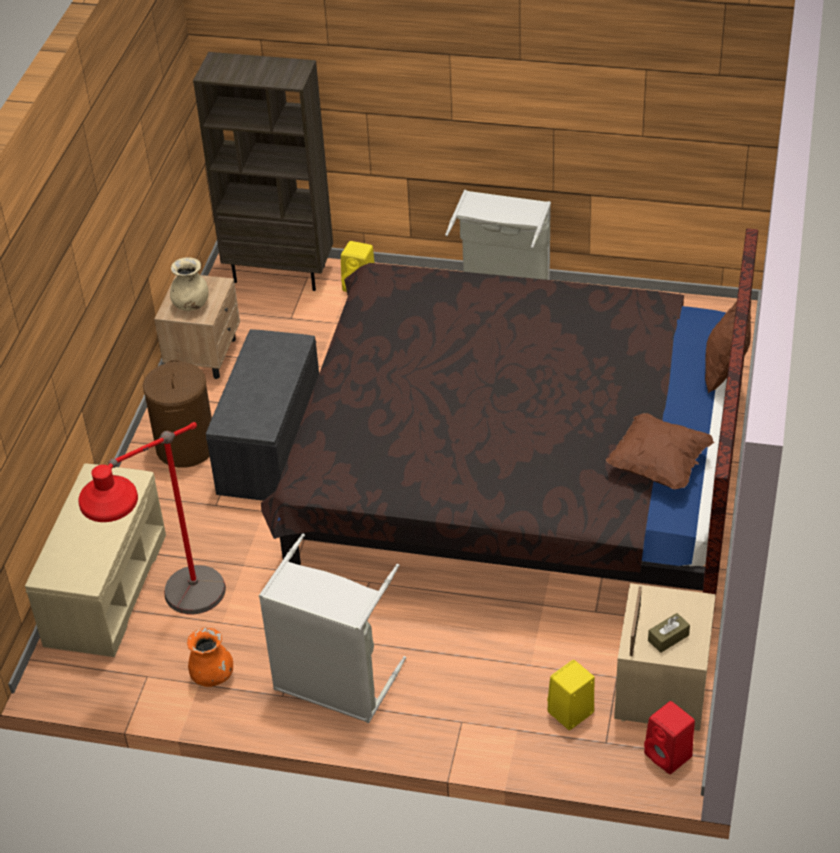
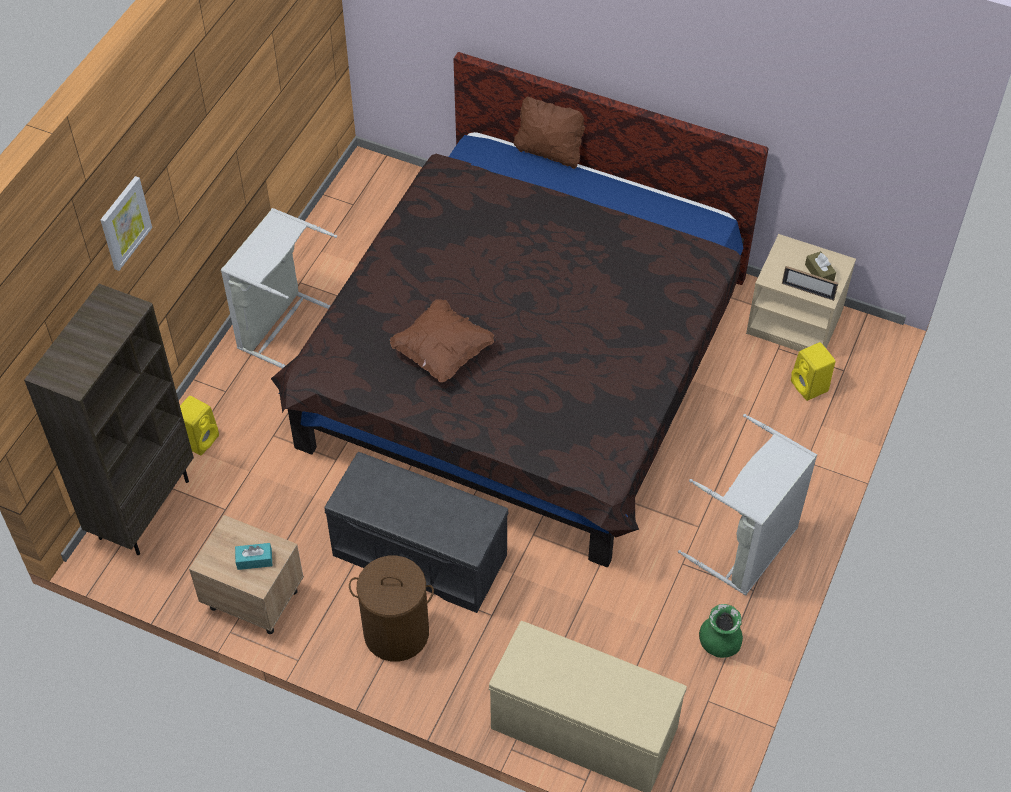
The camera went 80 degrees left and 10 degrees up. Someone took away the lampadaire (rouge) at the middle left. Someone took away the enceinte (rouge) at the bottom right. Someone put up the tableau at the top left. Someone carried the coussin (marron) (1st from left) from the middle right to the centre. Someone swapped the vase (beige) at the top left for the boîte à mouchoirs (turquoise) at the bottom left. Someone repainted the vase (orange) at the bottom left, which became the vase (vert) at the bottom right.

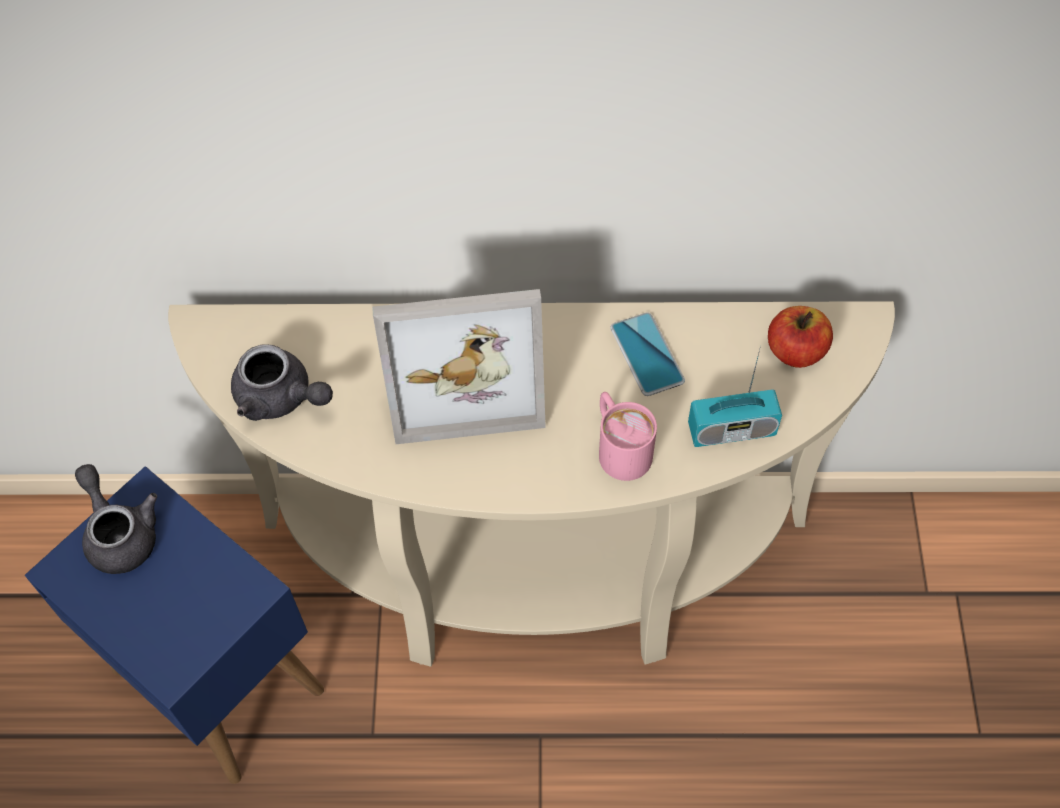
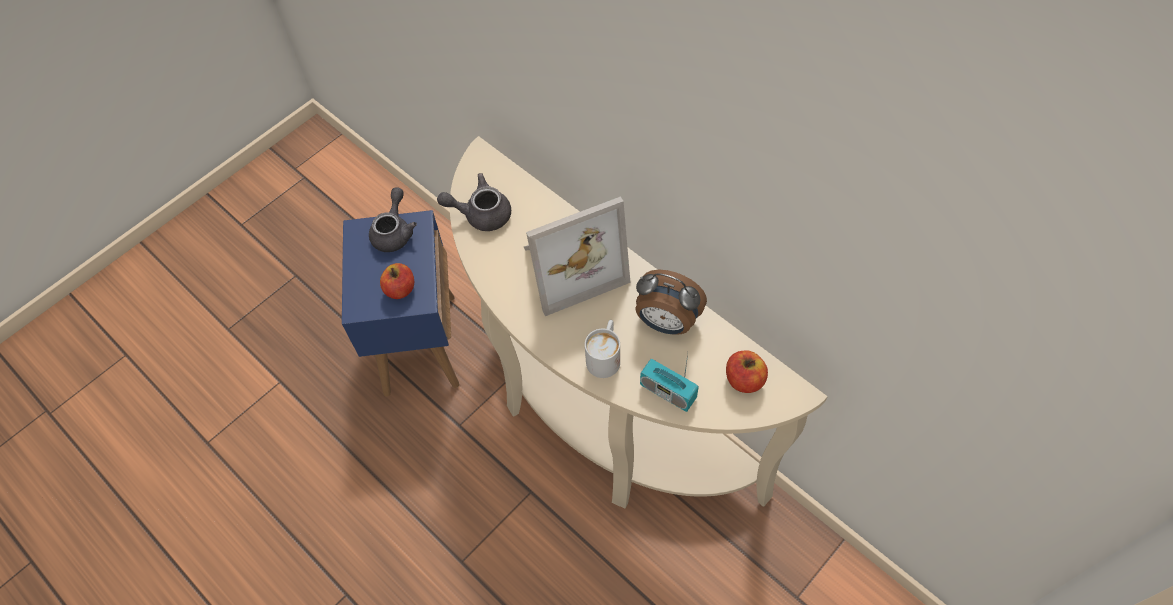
The camera went 45 degrees right and 0 degrees up. Someone put down the pomme (1st from left) at the centre. Someone swapped the téléphone at the centre for the réveil at the centre. Someone repainted the mug (rose) at the centre, which became the mug (blanc) at the centre. Someone rotated the théière (gris) (2nd from left) at the middle left by 105 degrees clockwise. Someone rotated the cadre photo at the centre by 60 degrees counterclockwise.

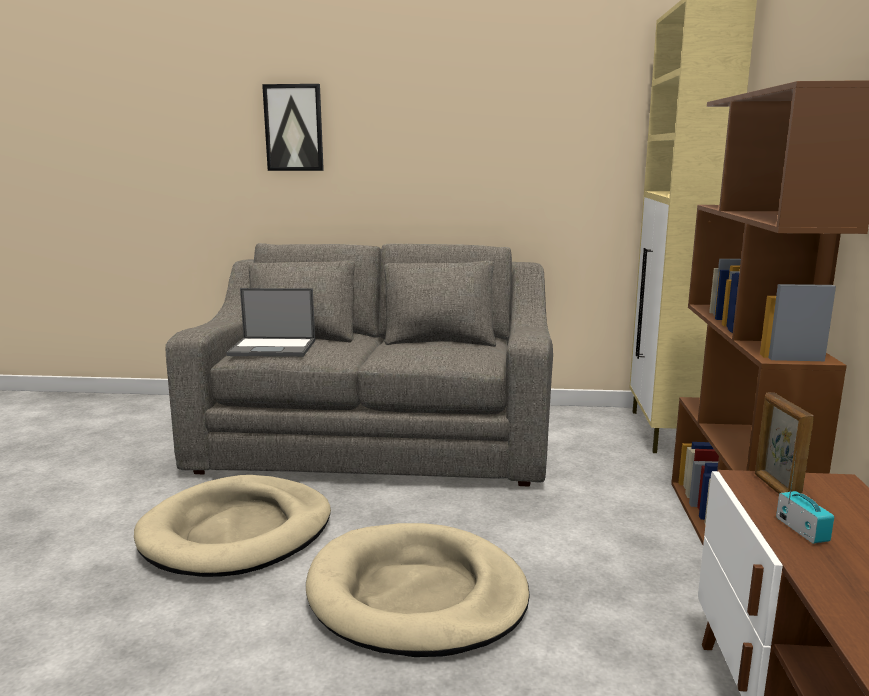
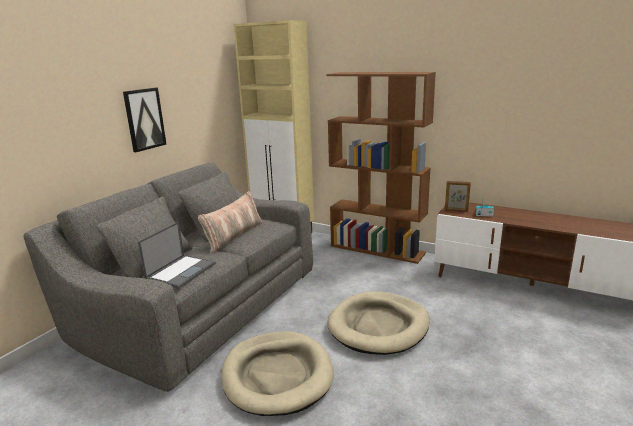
The camera went 65 degrees left and 5 degrees up. Someone put down the coussin at the centre. Someone carried the tableau from the top centre to the top left.

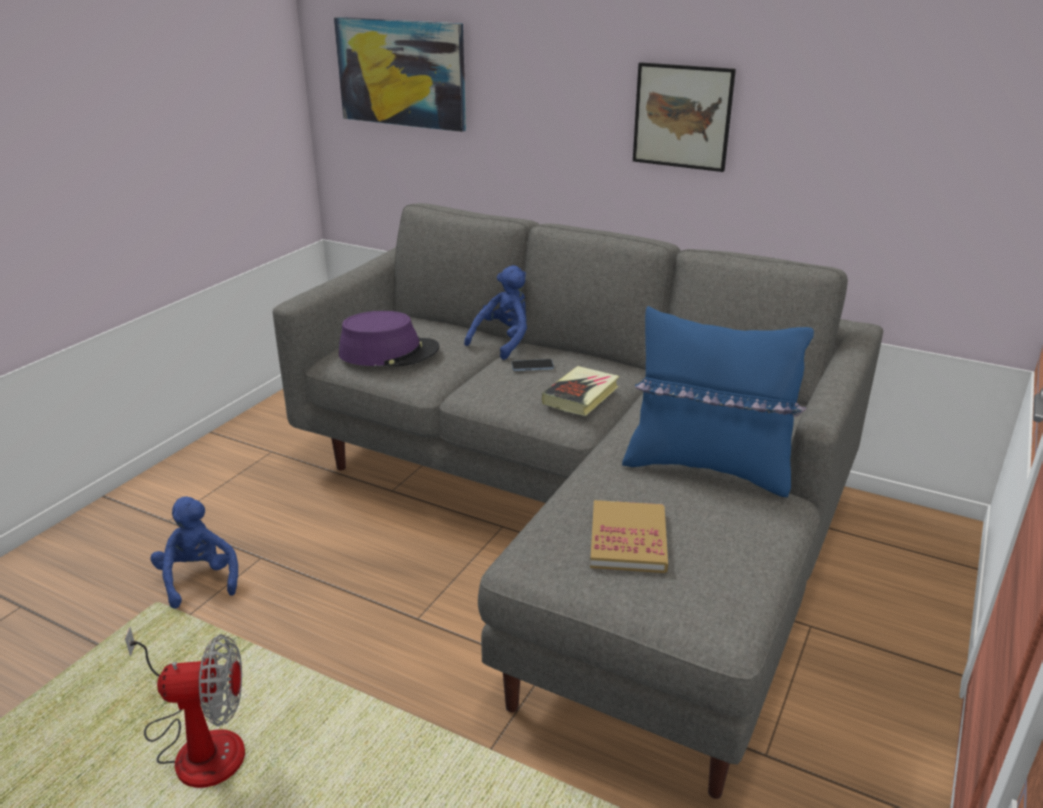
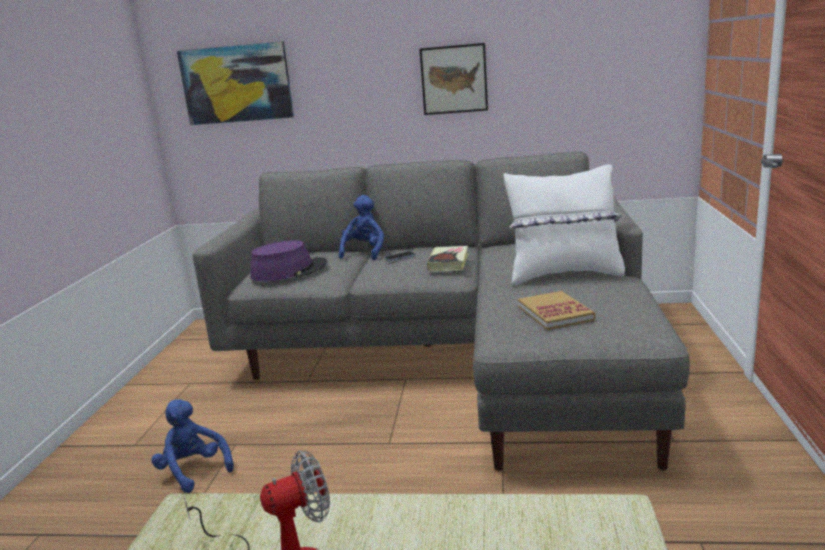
The camera went 20 degrees left and 10 degrees down. Someone repainted the coussin (bleu) at the middle right, which became the coussin (blanc) at the middle right.

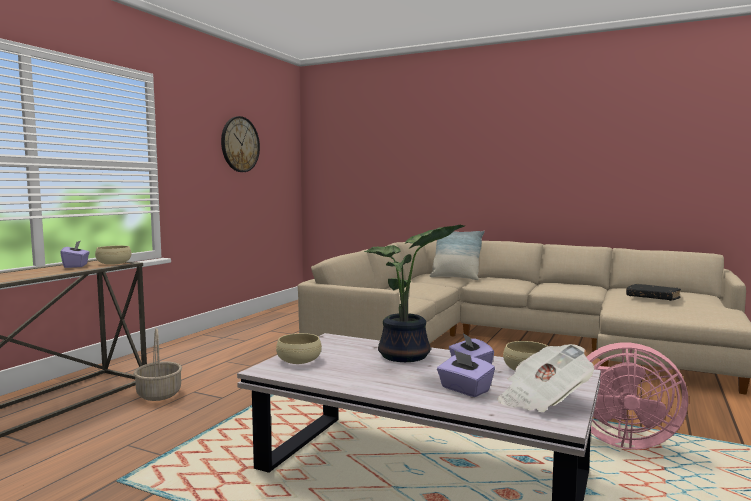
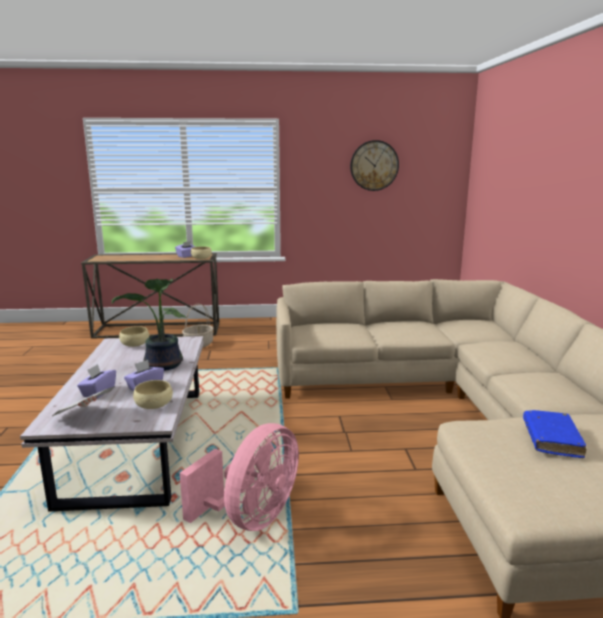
The camera went 60 degrees right and 10 degrees up. Someone took away the coussin at the centre. Someone repainted the livre (noir) at the middle right, which became the livre (bleu) at the bottom right. Someone rotated the ventilateur (rose) at the bottom right by 135 degrees counterclockwise.

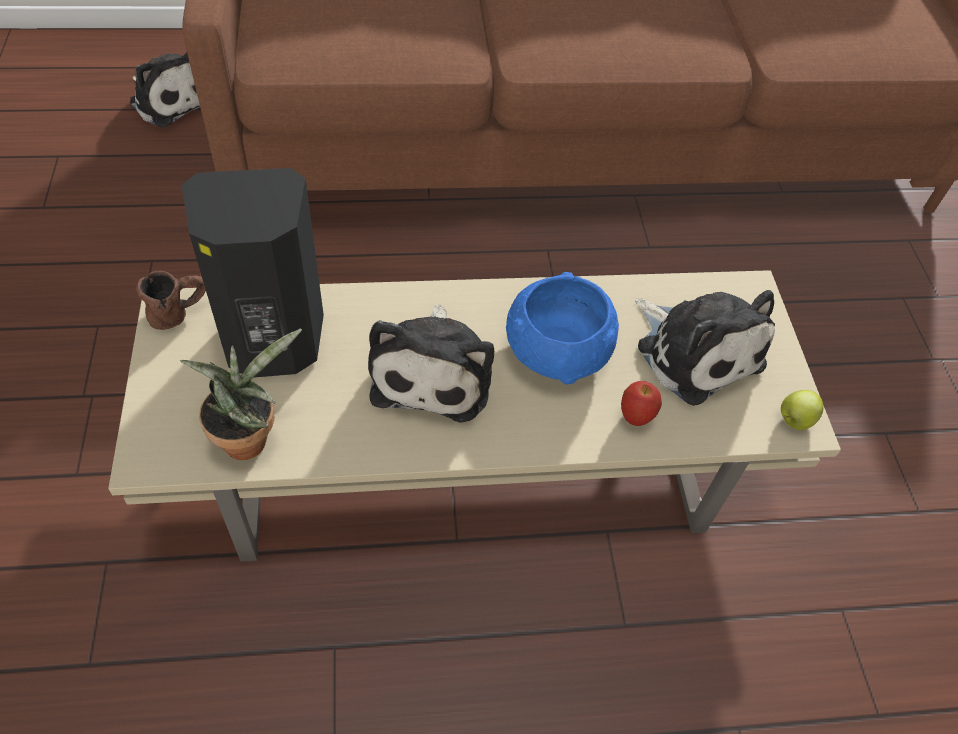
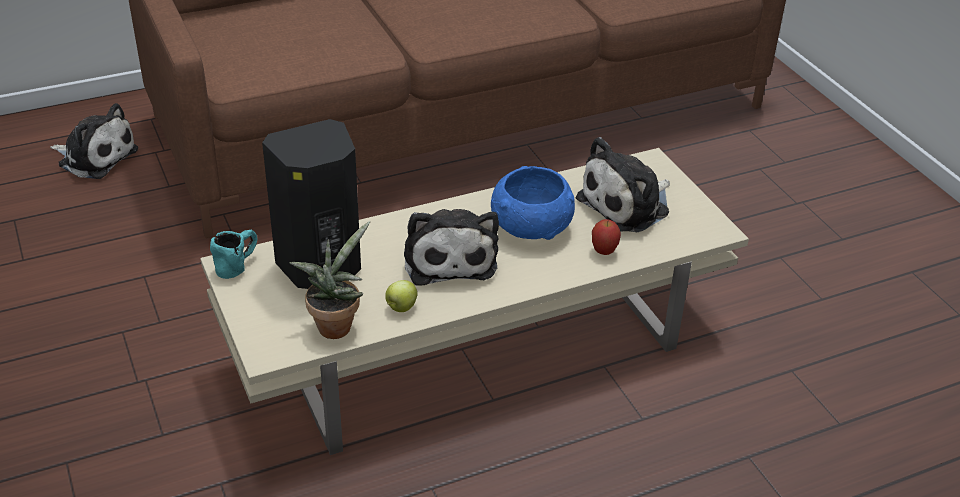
The camera went 15 degrees left and 15 degrees down. Someone carried the pomme (2nd from left in the first image) from the middle right to the centre. Someone repainted the mug (marron) at the middle left, which became the mug (turquoise) at the middle left. Someone rotated the peluche (3rd from left) at the middle right by 105 degrees clockwise.

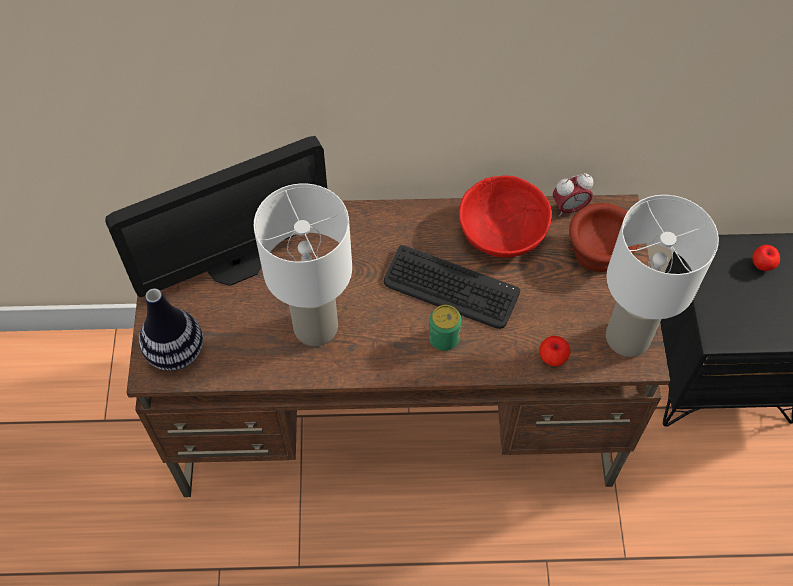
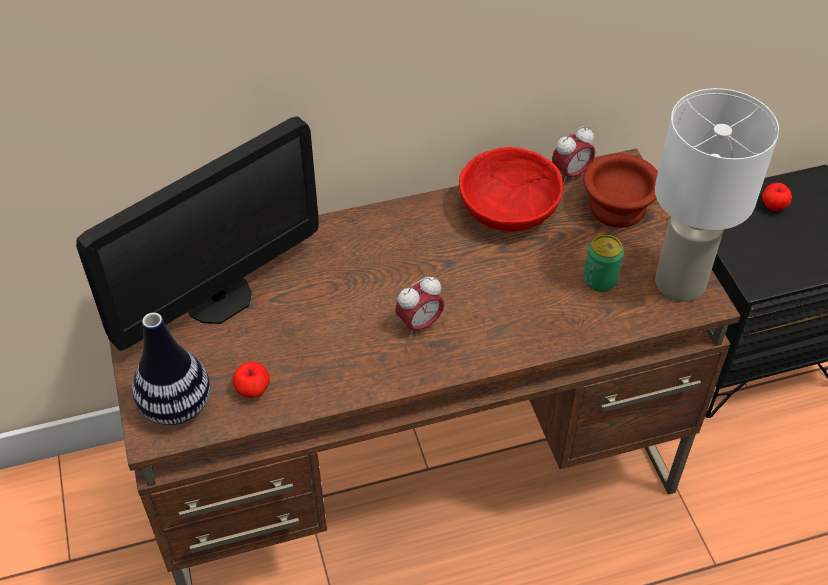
The camera went 15 degrees left and 10 degrees down. Someone took away the lampe de table (blanc) (1st from left) at the centre. Someone took away the clavier at the centre. Someone put down the réveil (1st from left) at the centre. Someone carried the boîte métallique from the centre to the middle right. Someone carried the pomme (1st from left) from the middle right to the middle left.

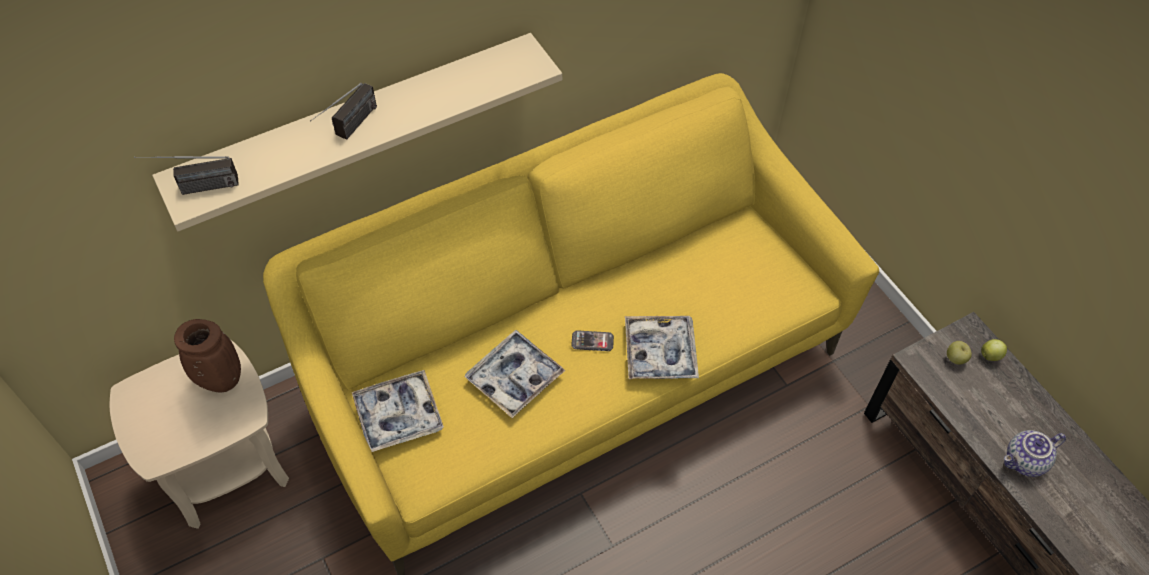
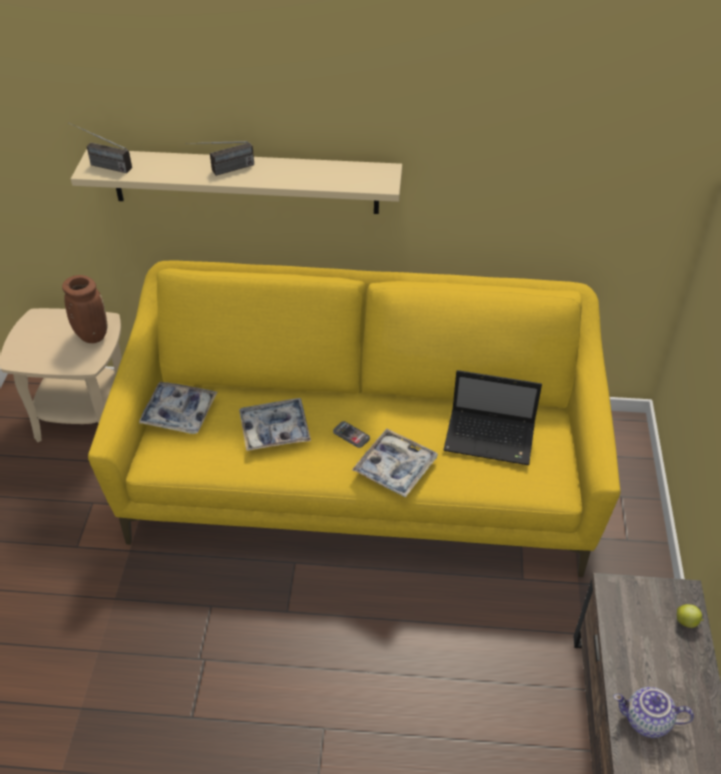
The camera went 35 degrees right and 10 degrees down. Someone took away the pomme (1st from left) at the middle right. Someone put down the ordinateur portable at the middle right.

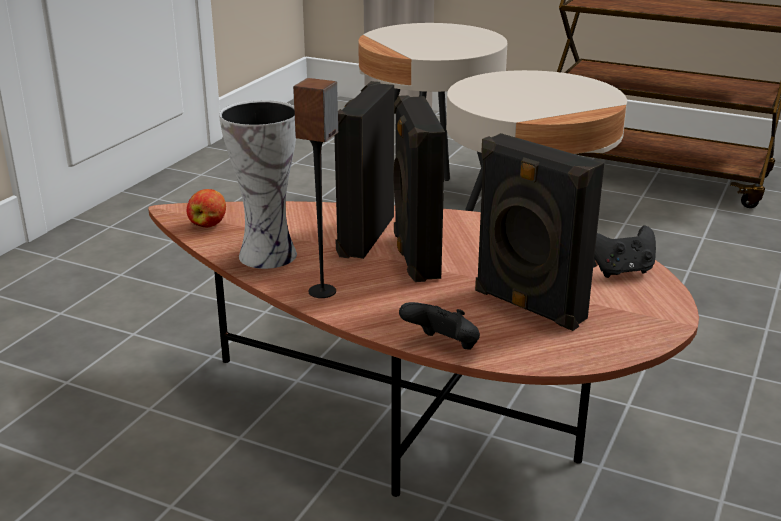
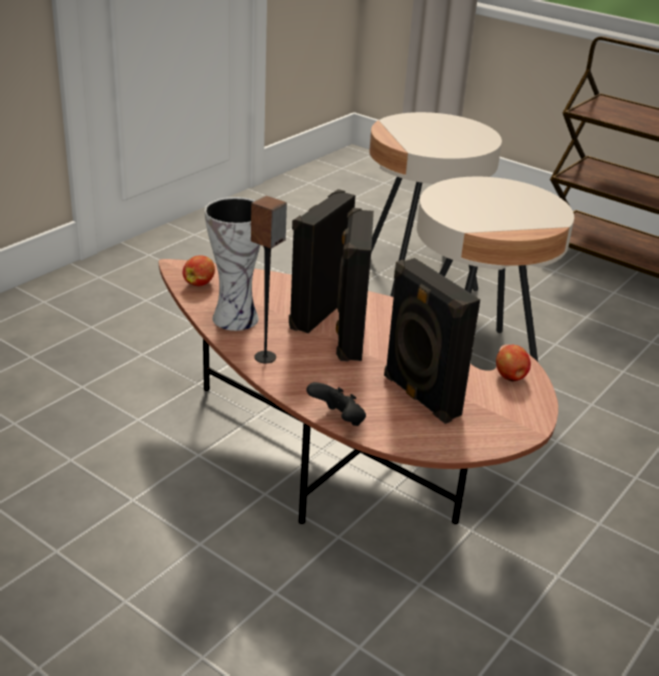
The camera went 10 degrees right and 5 degrees up. Someone swapped the manette (noir) (2nd from left) at the middle right for the pomme (2nd from left) at the middle right.

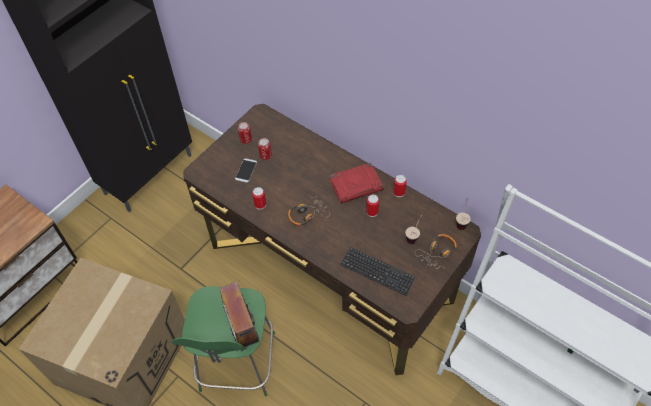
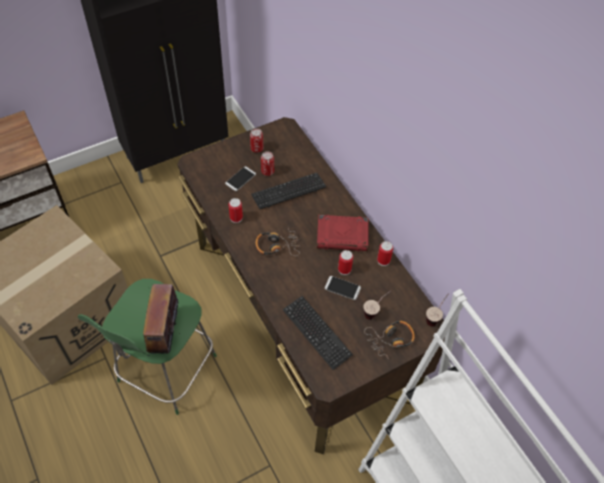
The camera went 20 degrees right and 0 degrees up. Someone put down the clavier (1st from left) at the centre. Someone put down the téléphone (2nd from left) at the centre.

